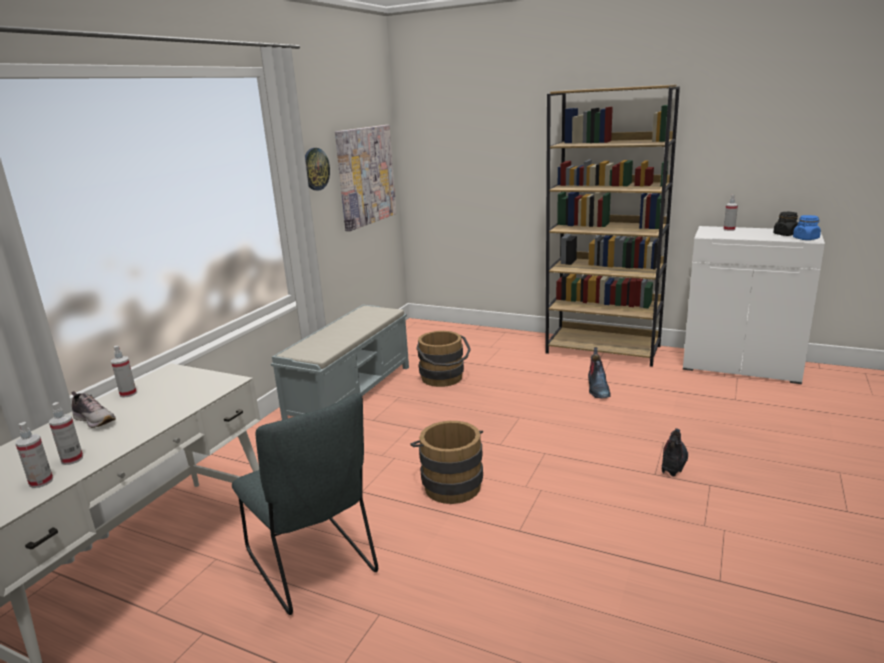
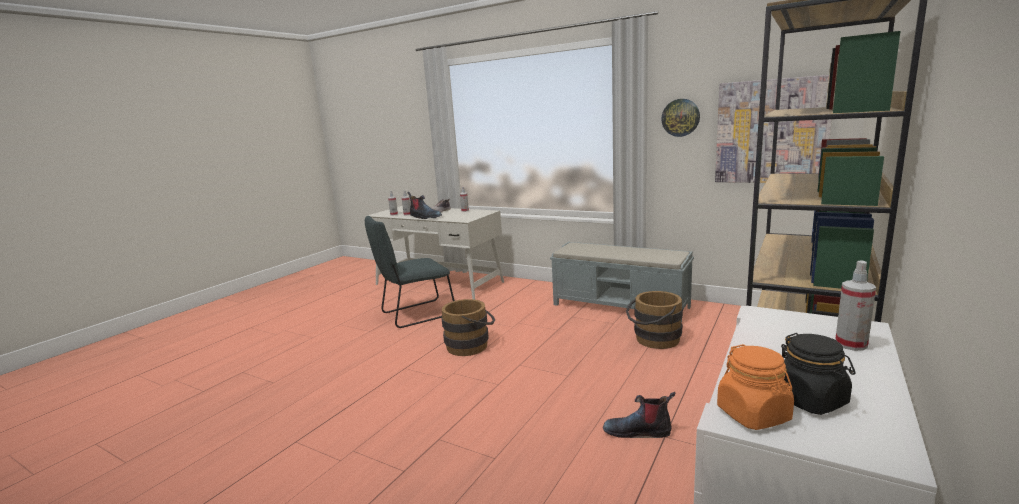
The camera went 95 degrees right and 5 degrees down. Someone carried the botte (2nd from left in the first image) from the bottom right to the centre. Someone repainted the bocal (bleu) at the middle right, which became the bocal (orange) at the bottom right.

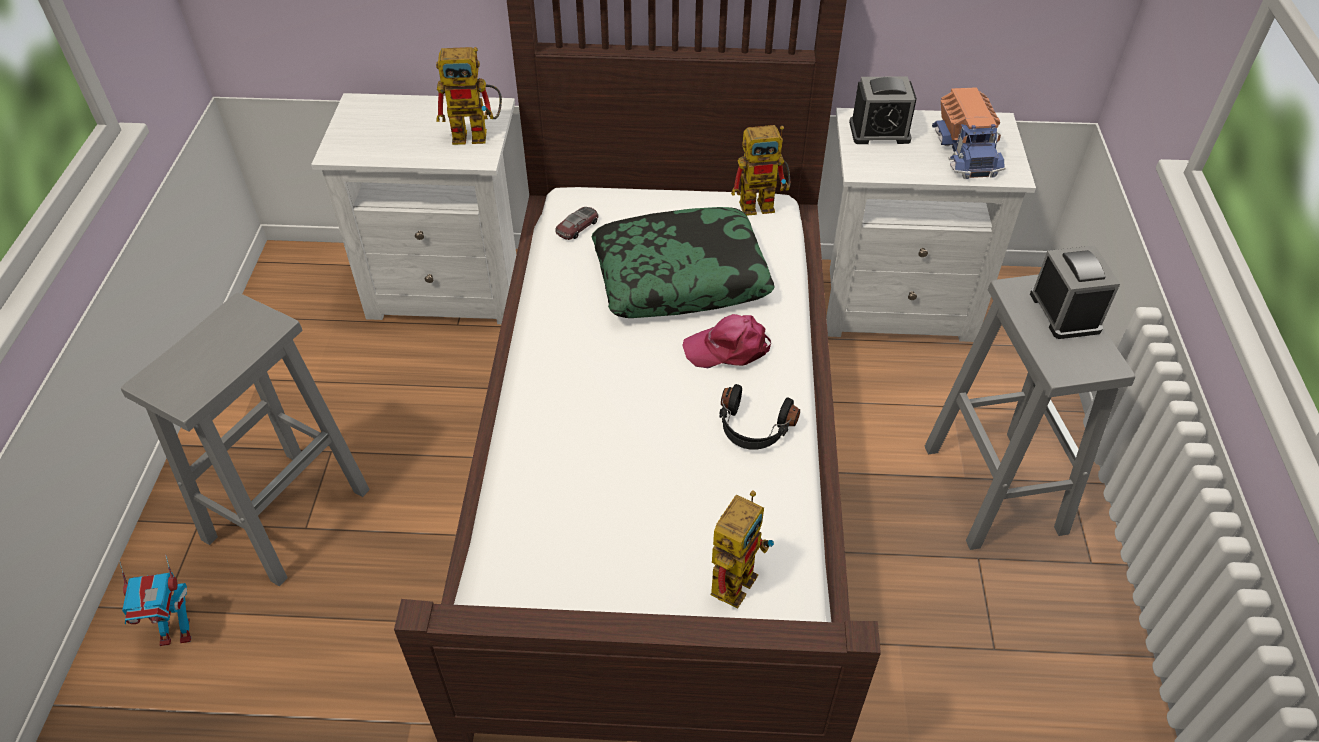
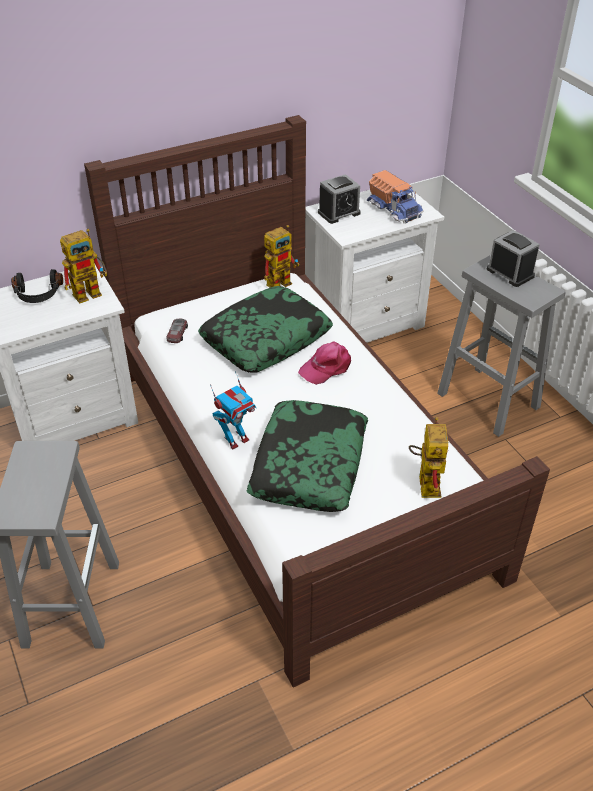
The camera went 30 degrees left and 5 degrees down. Someone put down the coussin (2nd from left) at the centre. Someone carried the robot jouet (1st from left in the first image) from the bottom left to the centre. Someone carried the casque audio (noir) from the centre to the middle left.

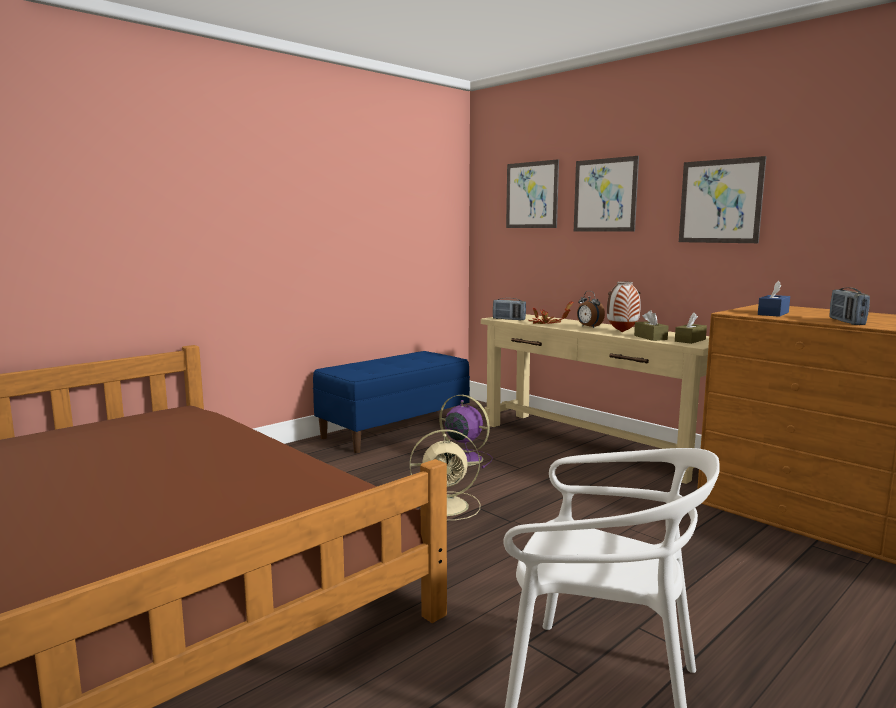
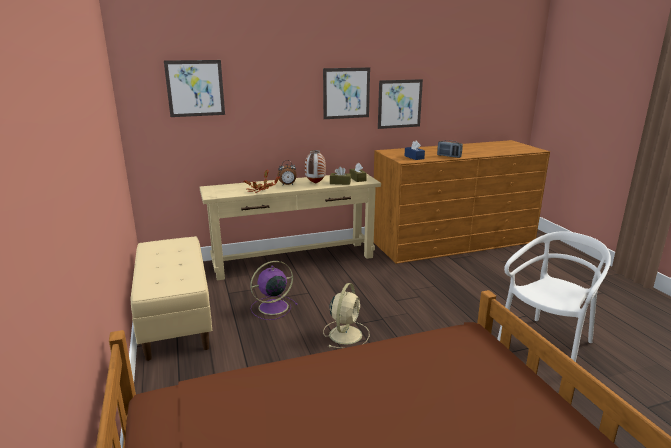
The camera went 65 degrees left and 10 degrees up. Someone took away the radio (1st from left) at the centre. Someone carried the tableau (2nd from left in the first image) from the top right to the top centre. Someone repainted the banc (bleu) at the centre, which became the banc (beige) at the middle left.

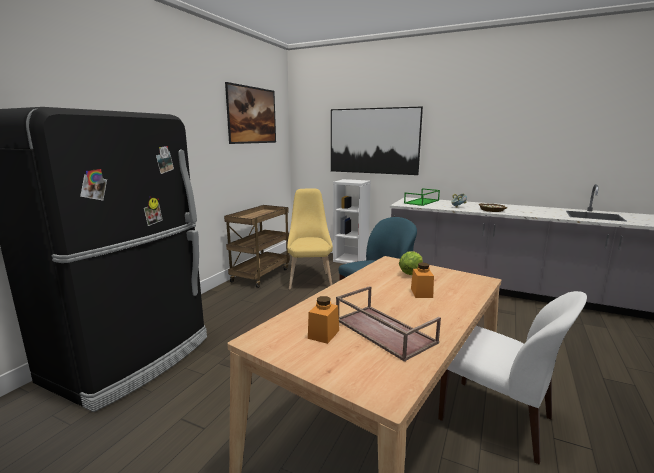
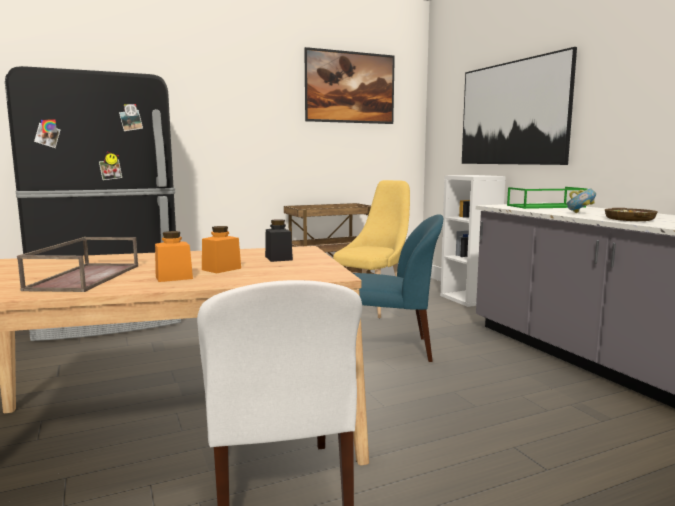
The camera went 40 degrees right and 5 degrees down. Someone carried the bocal (orange) (1st from left) from the bottom centre to the middle left. Someone swapped the laitue at the centre for the bocal (noir) at the centre.

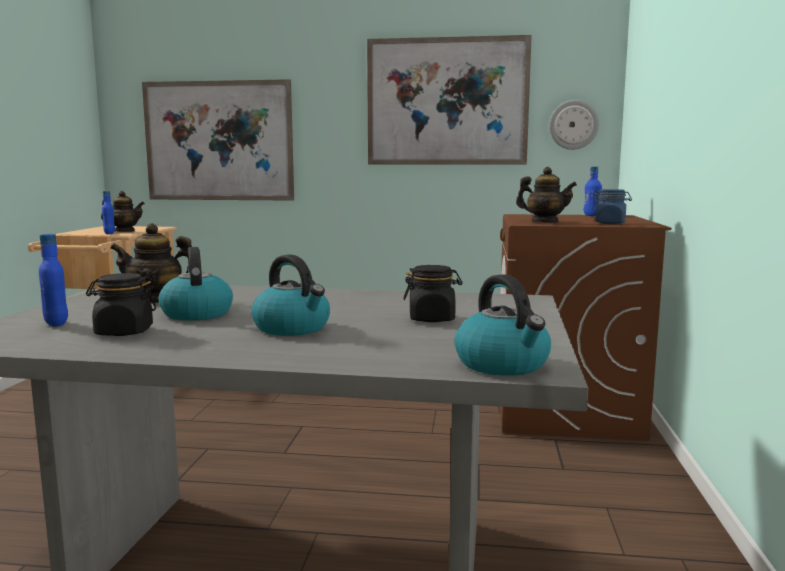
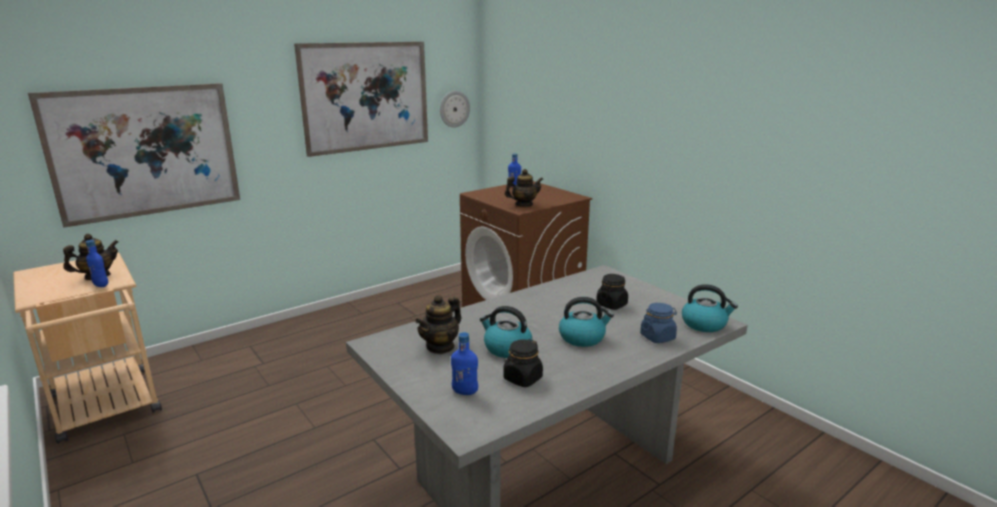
The camera went 45 degrees left and 10 degrees up. Someone carried the bocal (bleu) from the middle right to the centre.

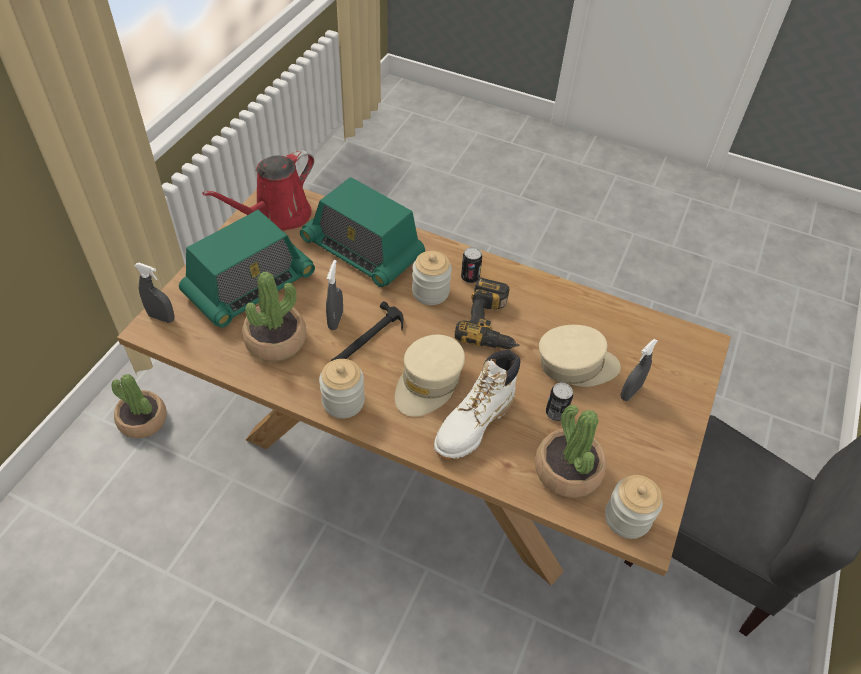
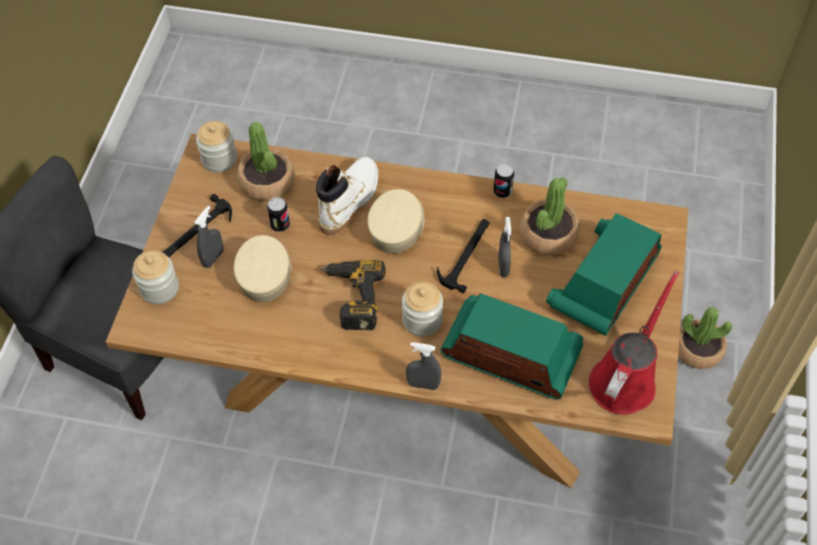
The camera went 170 degrees right and 5 degrees up. Someone put down the marteau (1st from left) at the middle left. Someone carried the vaporisateur (gris) (1st from left in the first image) from the middle left to the bottom centre. Someone carried the bocal (1st from left) from the centre to the middle left. Someone carried the boîte métallique (1st from left in the first image) from the centre to the top centre. Someone rotated the casquette (beige) (2nd from left in the first image) at the middle right by 105 degrees clockwise.

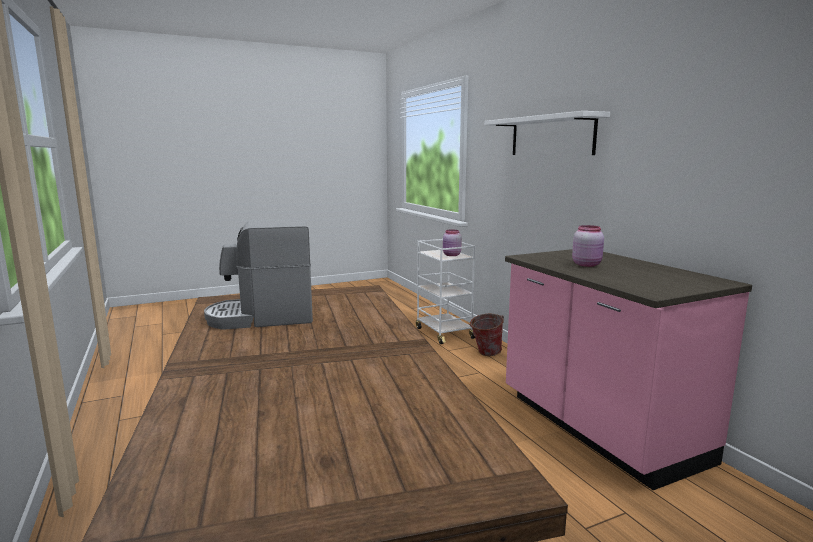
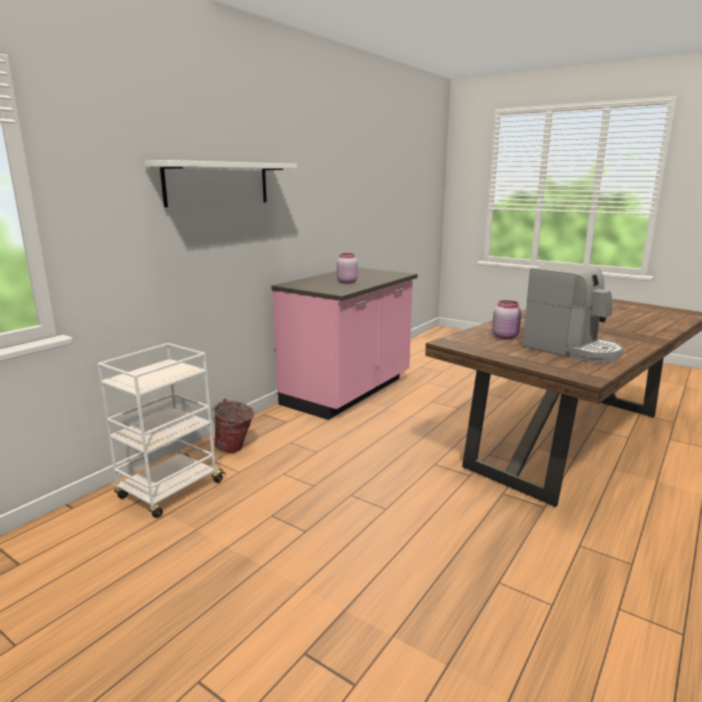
The camera went 120 degrees left and 5 degrees up. Someone carried the bocal (rose) (1st from left in the first image) from the centre to the middle right.

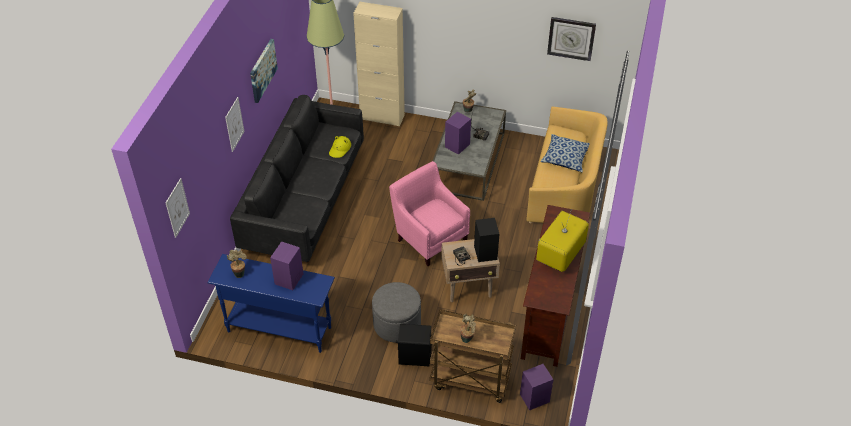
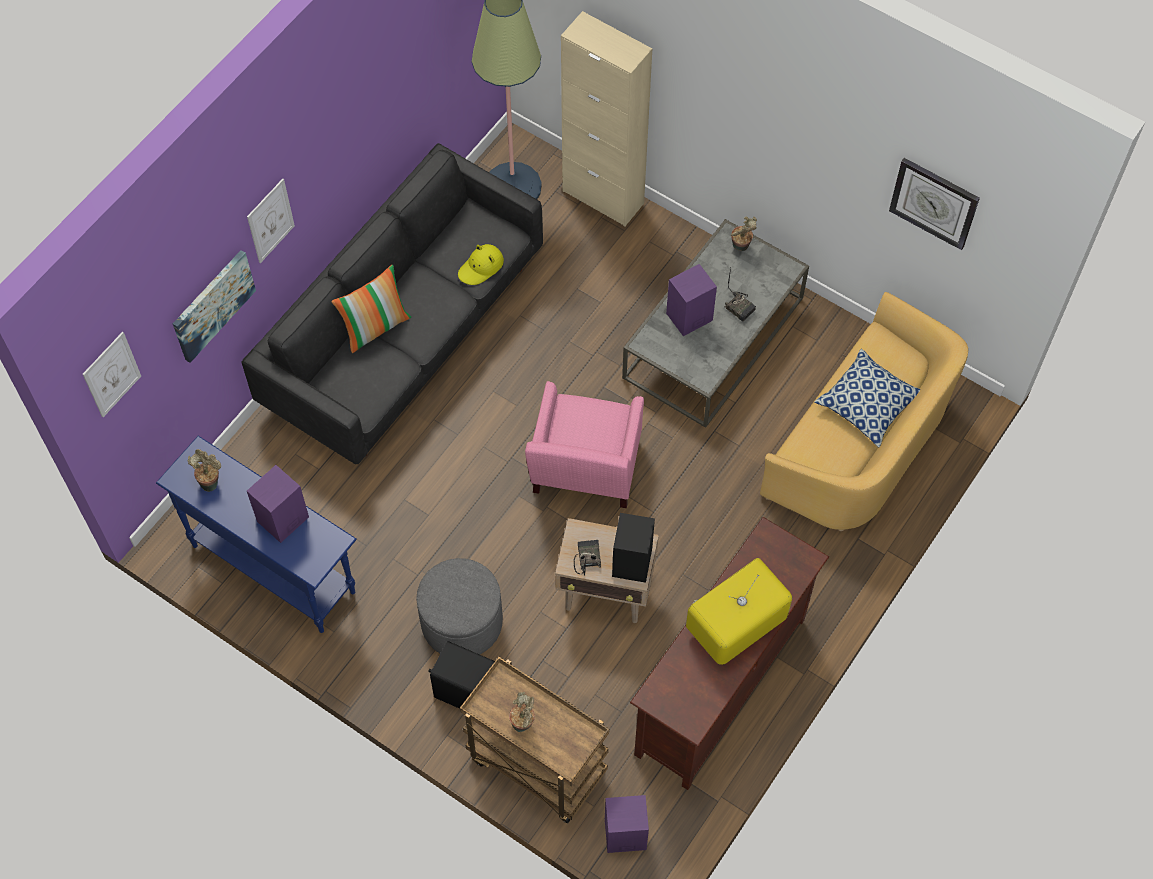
The camera went 20 degrees right and 15 degrees up. Someone put down the coussin (1st from left) at the middle left. Someone carried the tableau (3rd from left in the first image) from the top left to the middle left. Someone rotated the fauteuil (rose) at the centre by 150 degrees counterclockwise.

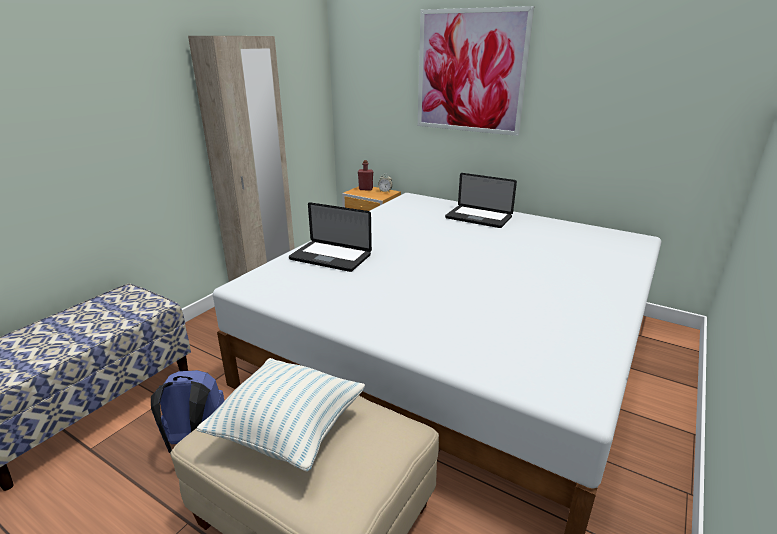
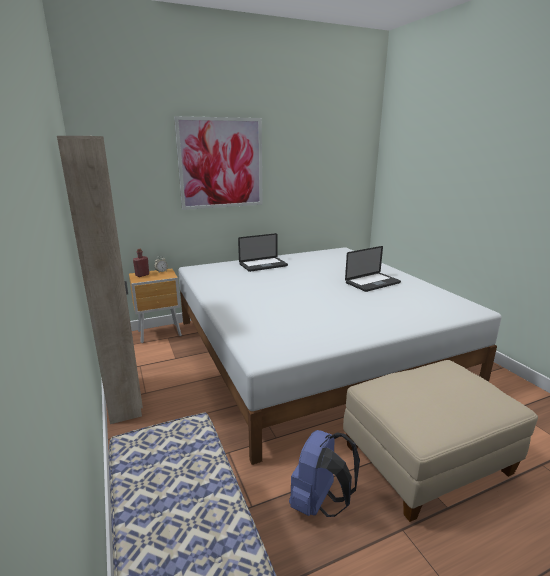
The camera went 55 degrees left and 5 degrees down. Someone took away the coussin at the bottom centre. Someone carried the ordinateur portable (1st from left in the first image) from the centre to the middle right.

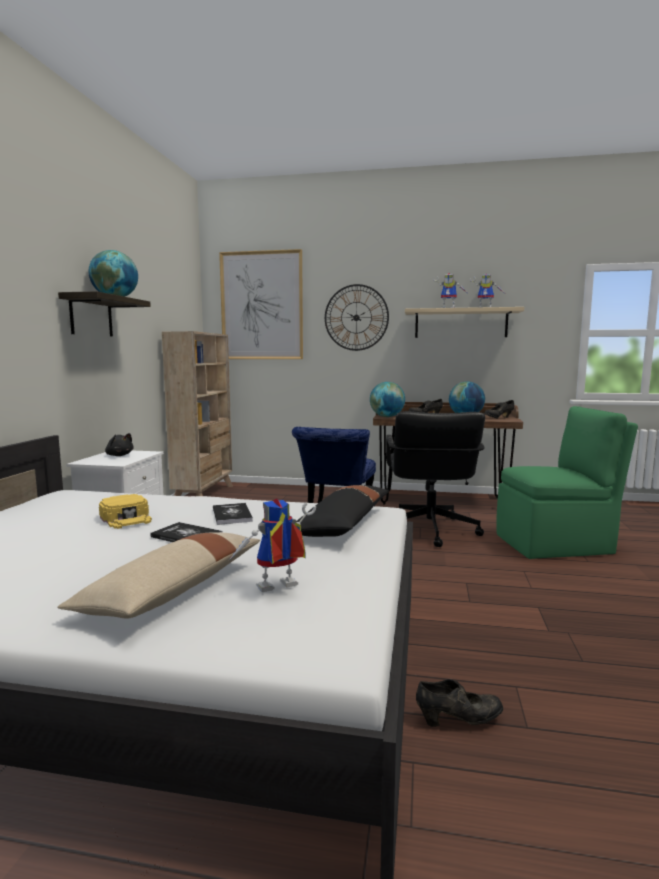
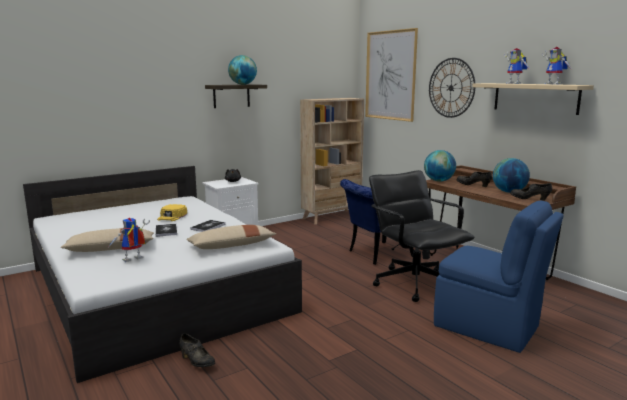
The camera went 45 degrees right and 5 degrees up. Someone repainted the coussin (noir) at the centre, which became the coussin (beige) (2nd from left) at the centre. Someone repainted the chaise (vert) at the middle right, which became the chaise (bleu) (2nd from left) at the bottom right. Someone rotated the robot jouet (1st from left) at the centre by 60 degrees counterclockwise. Someone rotated the chaise de bureau (noir) at the centre by 105 degrees clockwise.

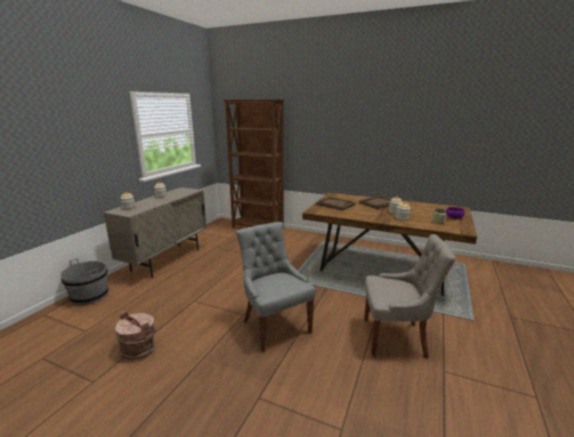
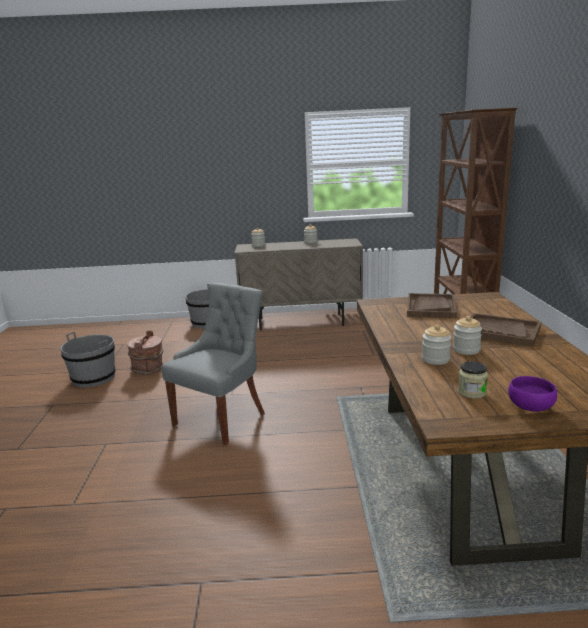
The camera went 65 degrees right and 0 degrees up. Someone took away the chaise (gris) (2nd from left) at the bottom right. Someone put down the seau (gris) (1st from left) at the middle left.

